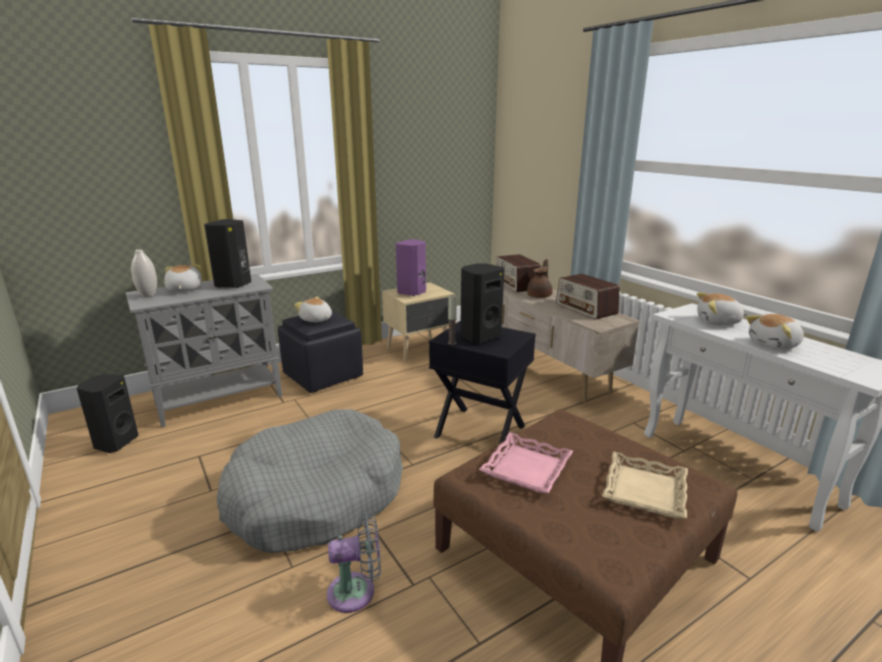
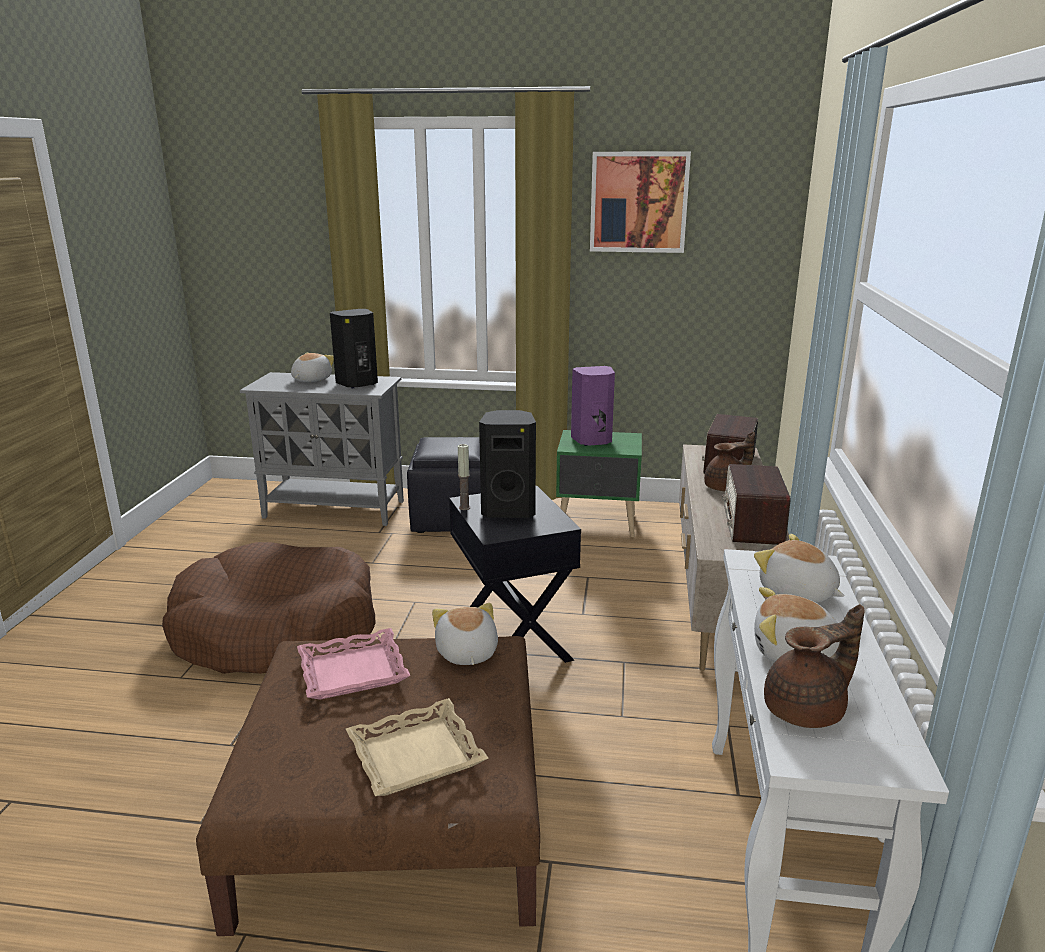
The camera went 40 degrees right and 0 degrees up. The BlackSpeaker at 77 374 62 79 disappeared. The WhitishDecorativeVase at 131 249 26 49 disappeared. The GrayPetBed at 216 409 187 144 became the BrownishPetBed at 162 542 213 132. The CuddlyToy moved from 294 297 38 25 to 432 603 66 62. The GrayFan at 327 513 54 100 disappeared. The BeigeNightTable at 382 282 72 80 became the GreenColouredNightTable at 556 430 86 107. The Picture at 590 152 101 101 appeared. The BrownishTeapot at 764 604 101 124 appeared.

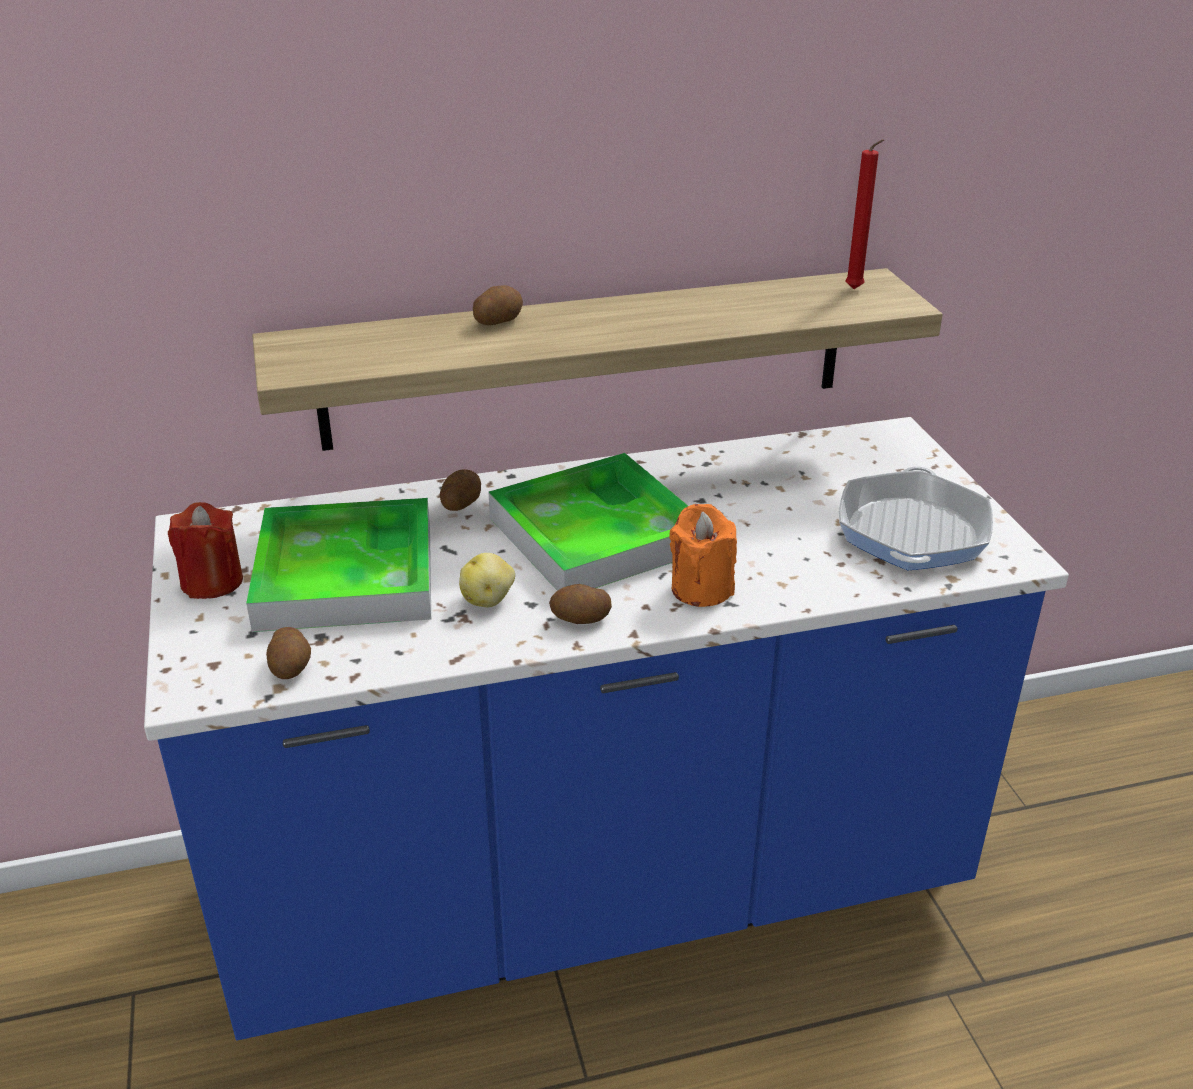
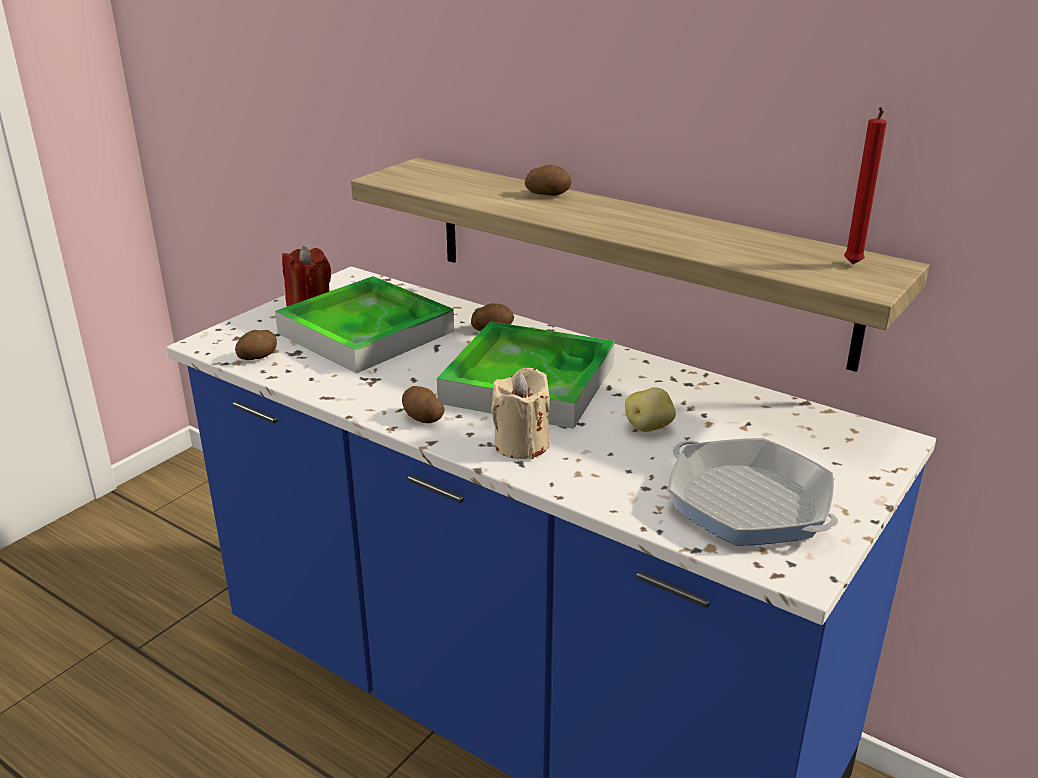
The camera went 50 degrees right and 5 degrees down. The WholePotato moved from 459 553 56 54 to 625 387 51 45. The OrangeWaxCandle at 669 504 68 103 became the BeigeWaxCandle at 491 368 59 91. The Pan at 839 467 154 103 turned 105 degrees counterclockwise.

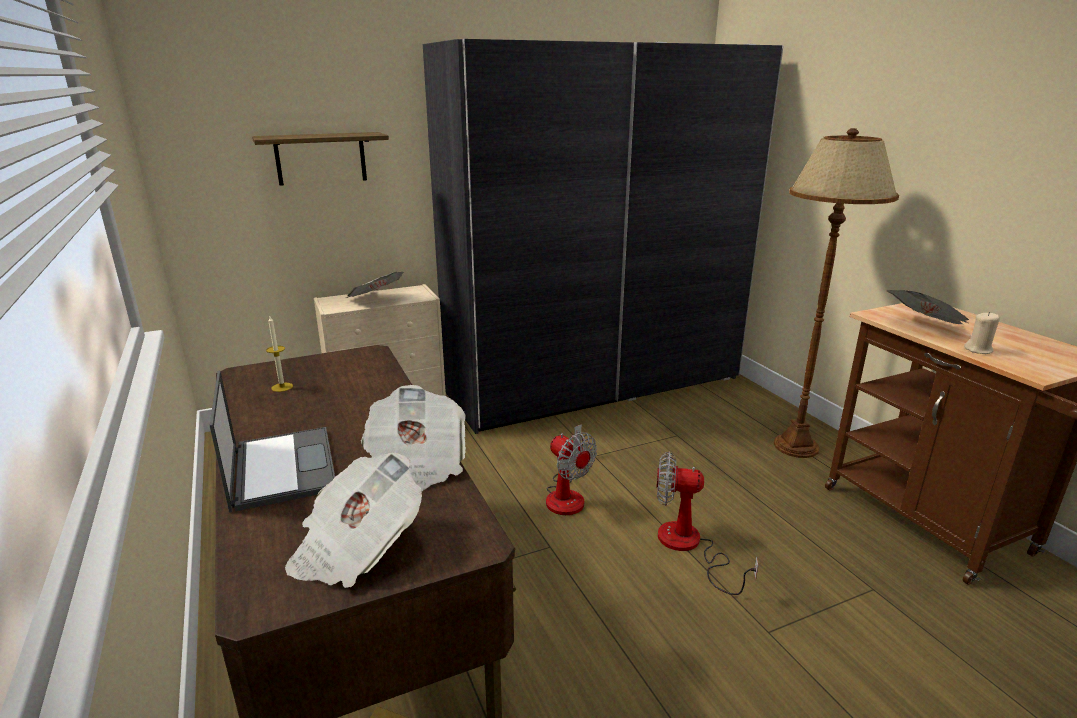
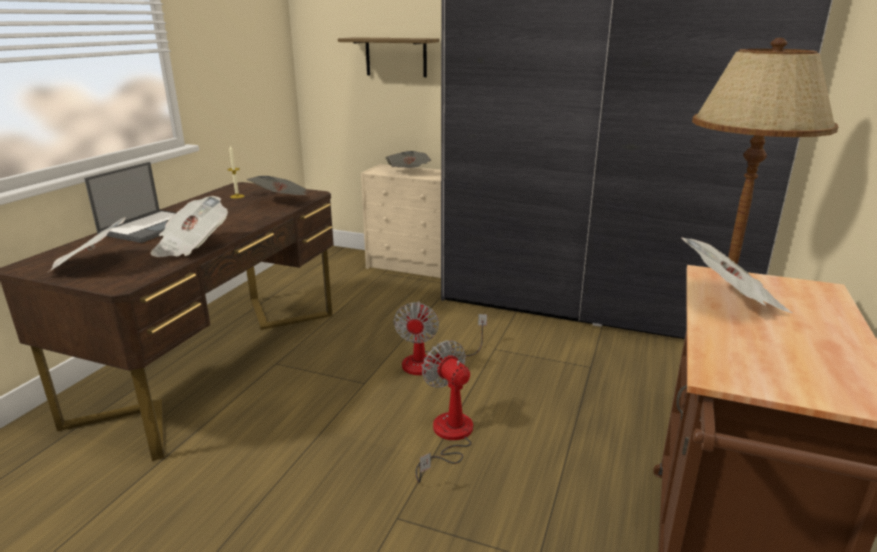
The camera went 45 degrees right and 0 degrees up. The BeigeWaxCandle at 964 312 36 42 disappeared. The PrintedPaper at 247 176 60 19 appeared.

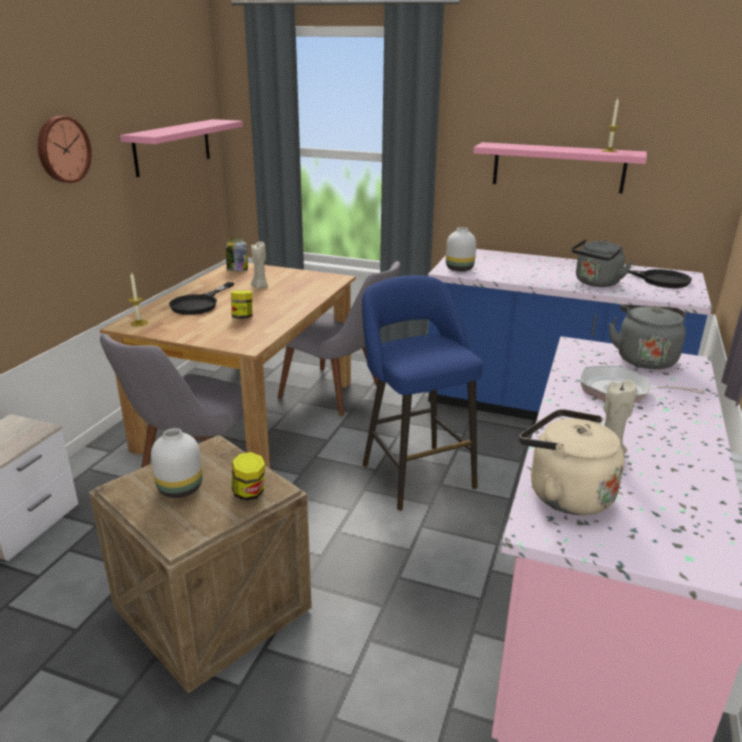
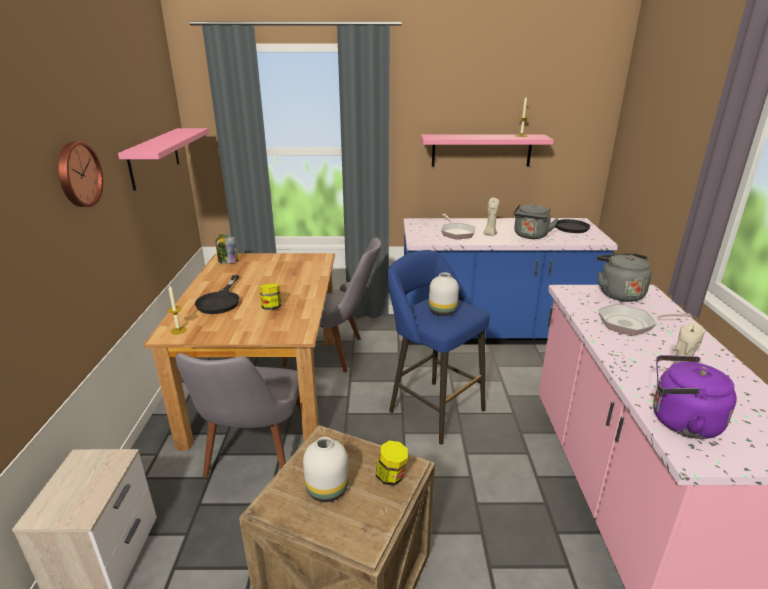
The camera went 20 degrees left and 0 degrees up. The BeigeWaxCandle moved from 251 241 17 48 to 484 198 15 38. The WhitishDecorativeVase moved from 446 227 30 45 to 429 272 30 44. The BeigeTeaKettle at 519 409 106 106 became the PurpleTeaKettle at 653 355 84 84. The Pan at 441 214 35 25 appeared.

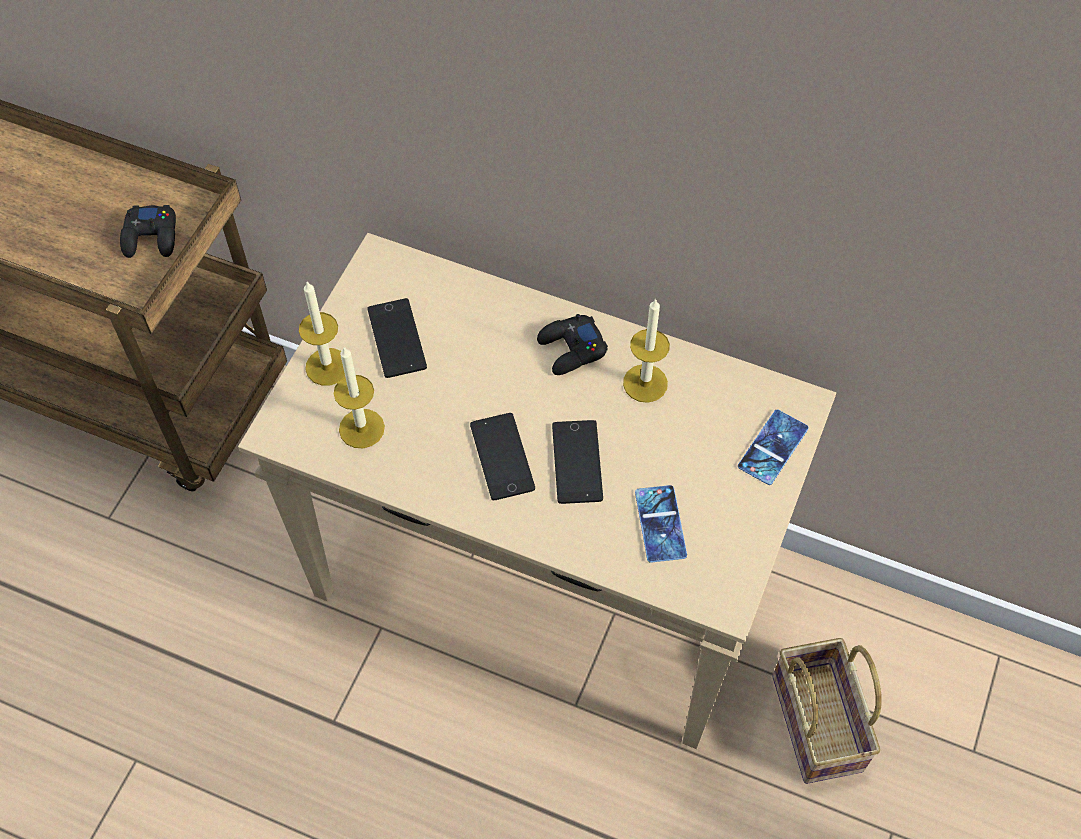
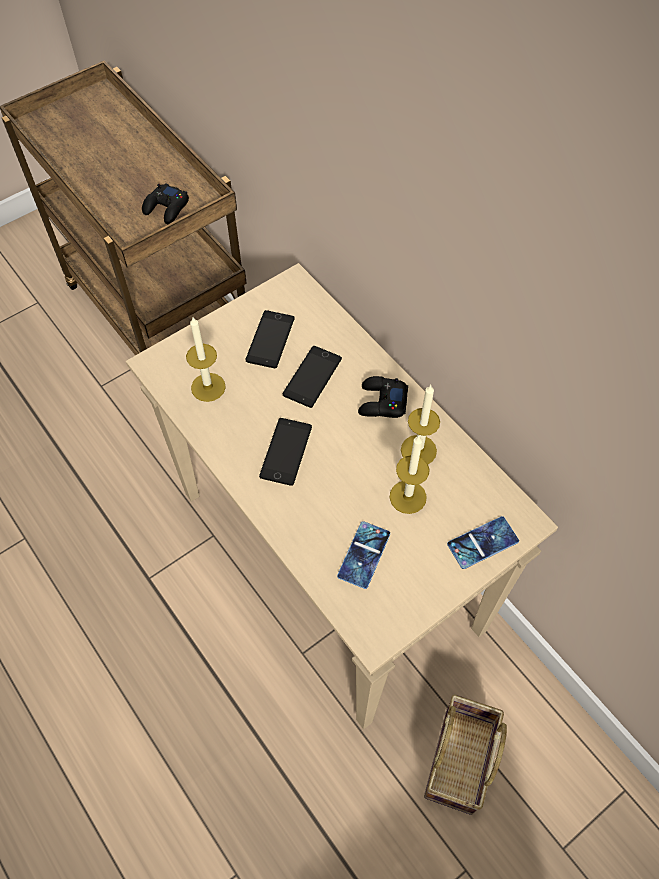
The camera went 30 degrees right and 0 degrees up. The WaxCandle moved from 299 281 46 105 to 390 436 40 78. The Handset moved from 552 420 51 84 to 283 346 59 62.

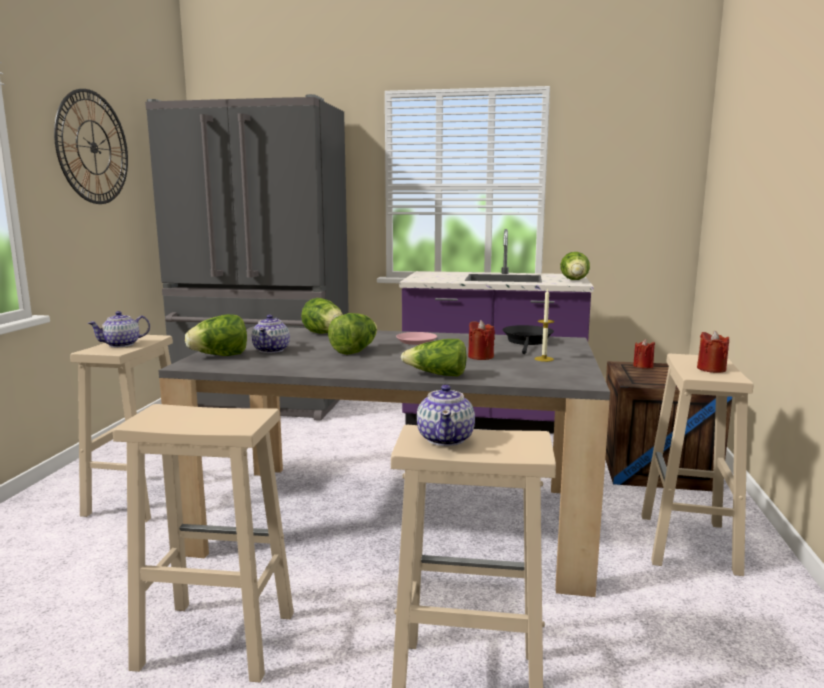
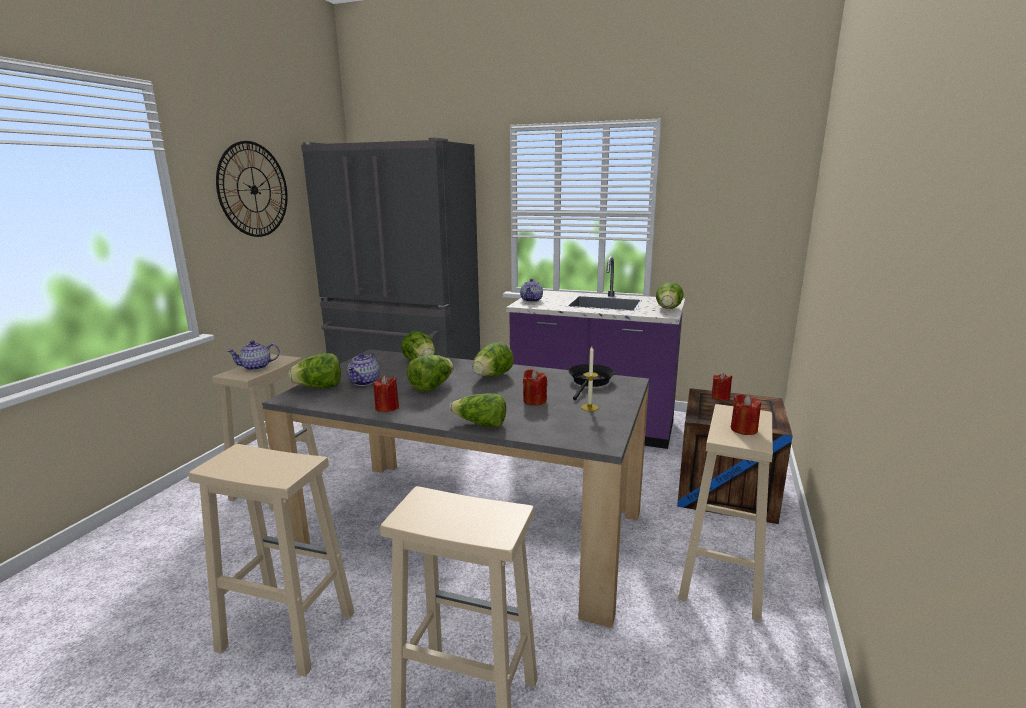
The camera went 10 degrees right and 5 degrees up. The PinkPlate at 396 332 41 13 was replaced by the HeadOfLettuce at 473 342 41 35. The Teapot moved from 417 385 58 61 to 520 278 23 24. The RedWaxCandle at 373 375 26 37 appeared.

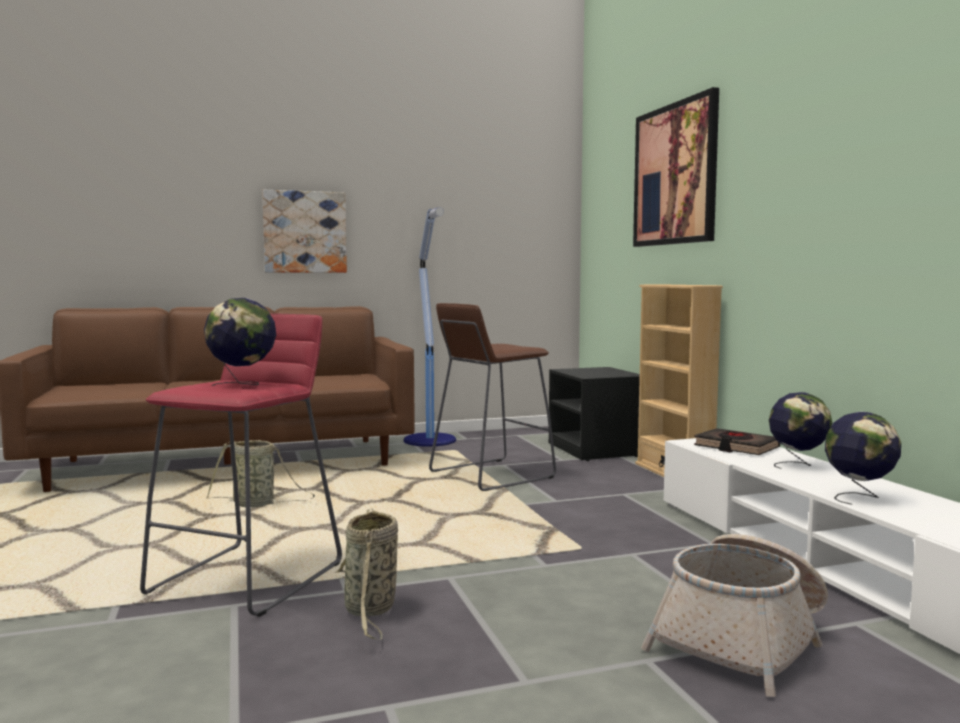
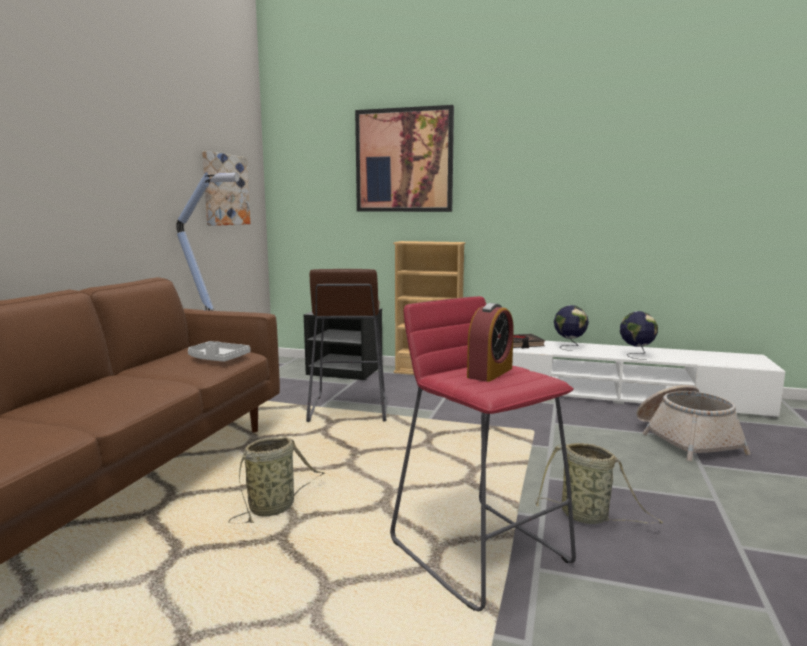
The camera went 55 degrees left and 5 degrees up. The DeskGlobe at 204 298 72 88 was replaced by the BedsideClock at 467 303 47 79. The Picture moved from 262 190 85 83 to 202 151 48 75. The GrayServingTray at 188 341 63 21 appeared.

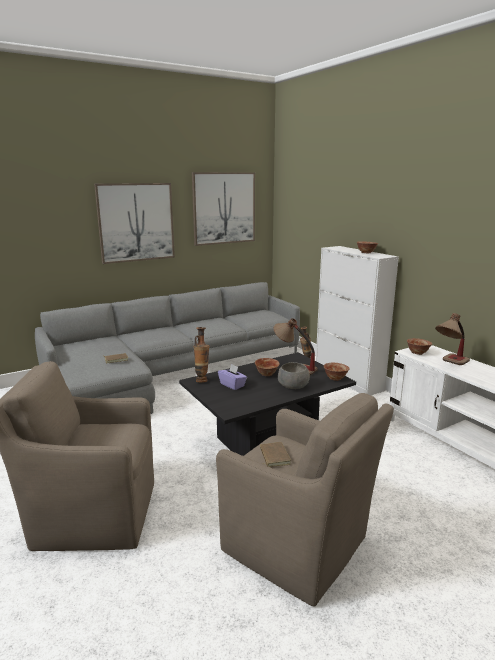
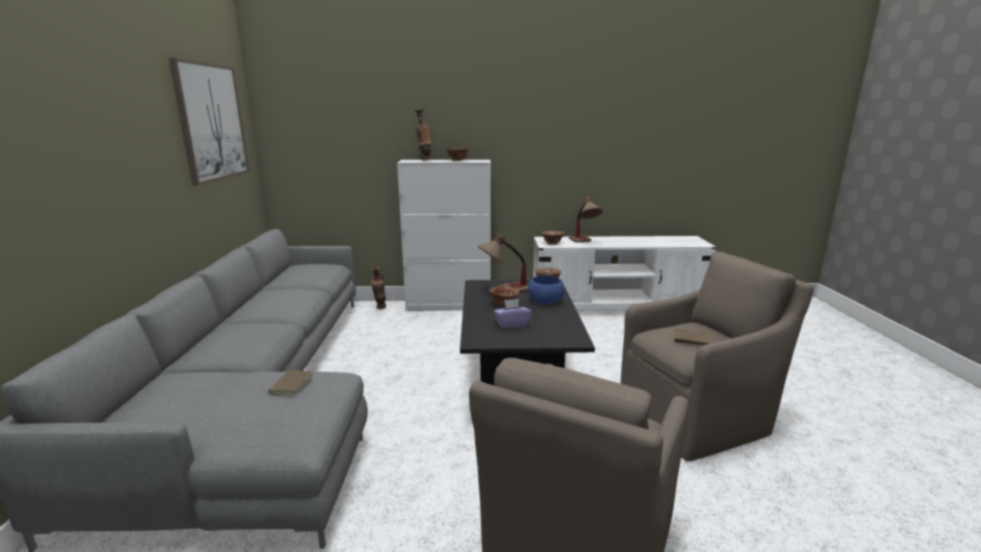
The camera went 60 degrees left and 0 degrees up. The Picture at 94 183 81 81 disappeared. The DecorativeVase moved from 193 327 16 55 to 415 110 18 51. The GrayServingBowl at 278 362 32 27 became the BlueColouredServingBowl at 528 275 37 29.

